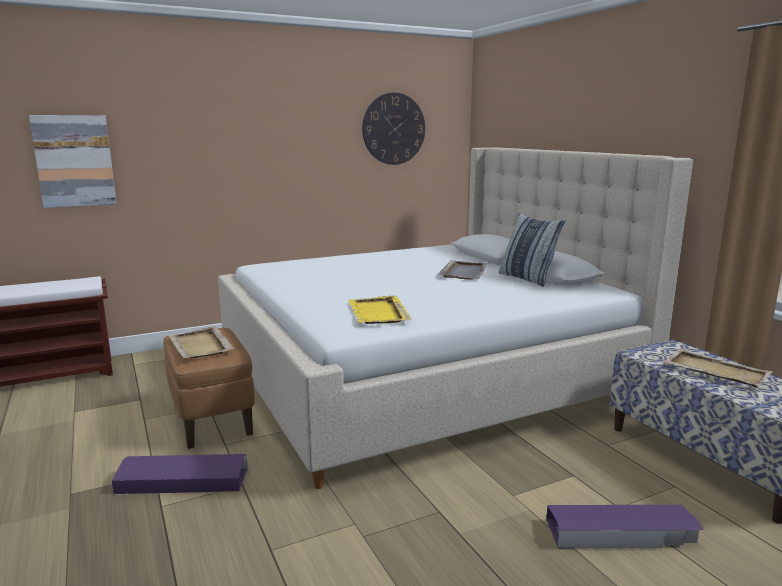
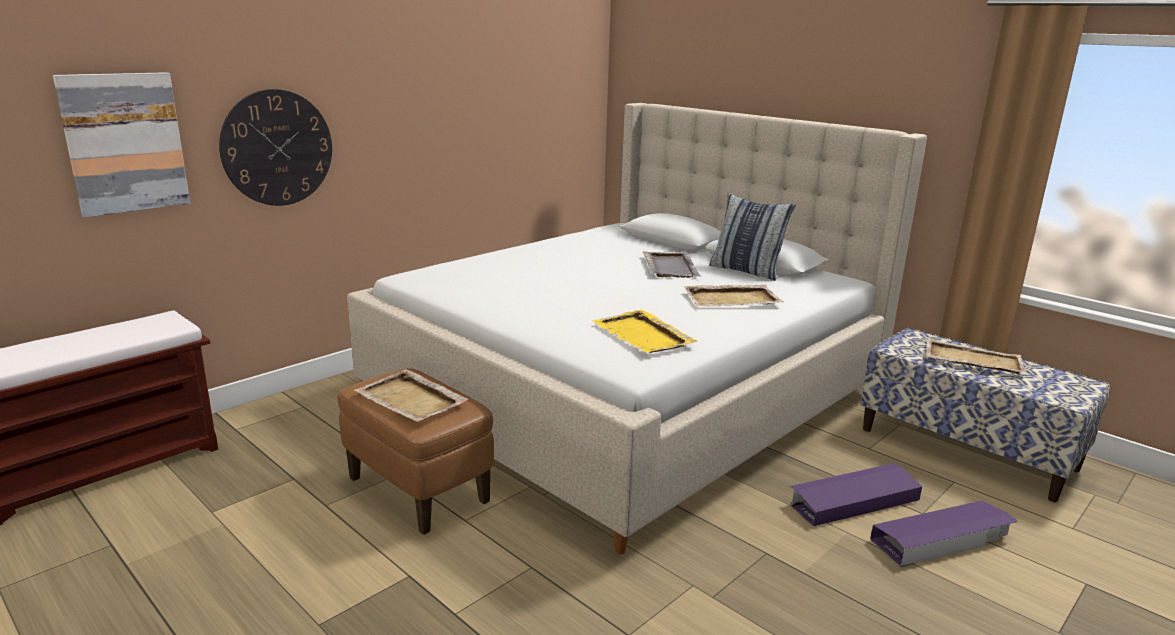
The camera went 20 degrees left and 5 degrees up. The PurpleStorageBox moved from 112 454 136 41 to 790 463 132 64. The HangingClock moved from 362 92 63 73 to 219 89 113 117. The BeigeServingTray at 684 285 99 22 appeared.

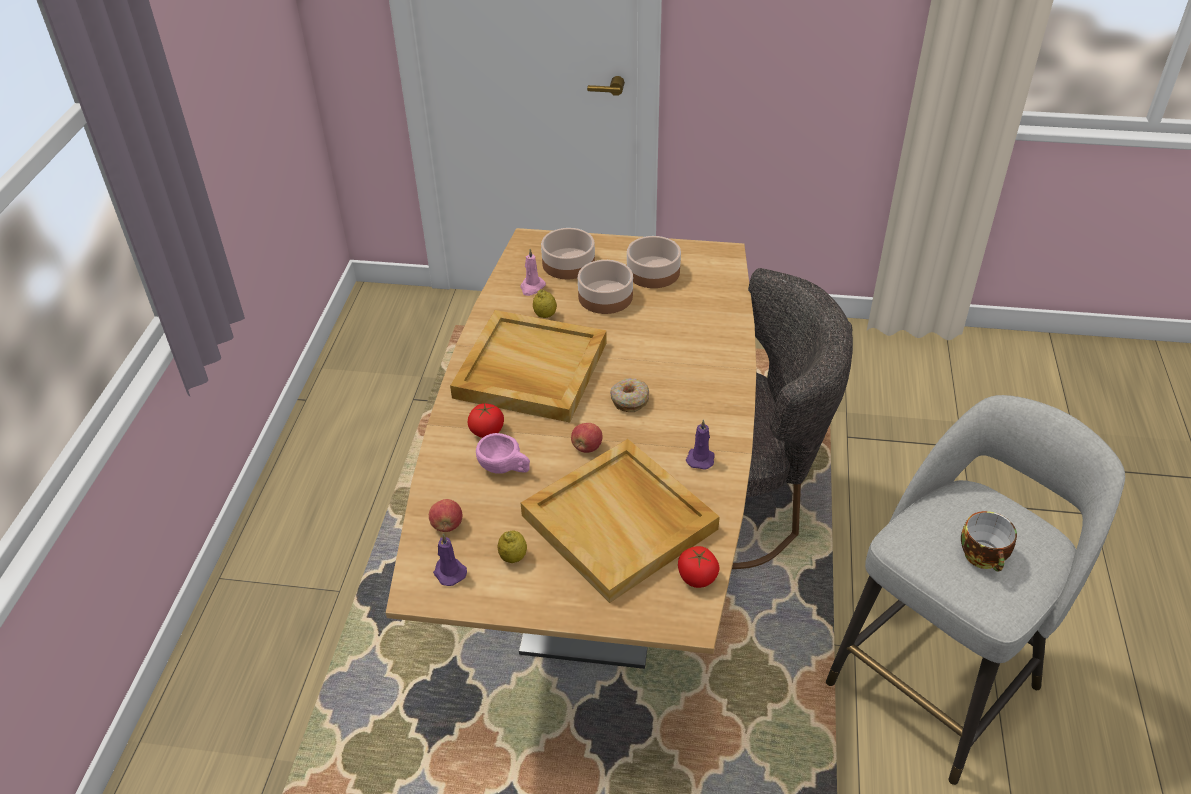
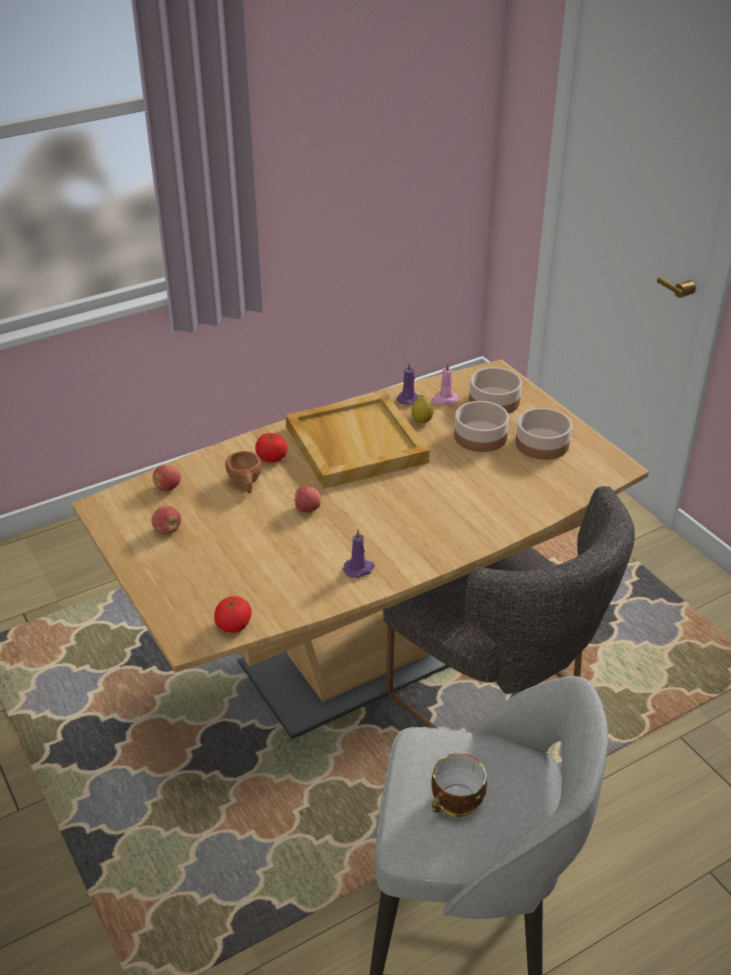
The camera went 50 degrees right and 5 degrees down. The PurpleWaxCandle moved from 433 534 34 52 to 397 362 22 43. The PinkCup at 476 433 54 41 became the BrownishCup at 225 451 37 42. The CitrusFruit at 497 531 30 32 was replaced by the AppleFruit at 151 506 30 28. The BeigeServingTray at 521 439 199 164 disappeared. The Donut at 610 378 39 34 disappeared.

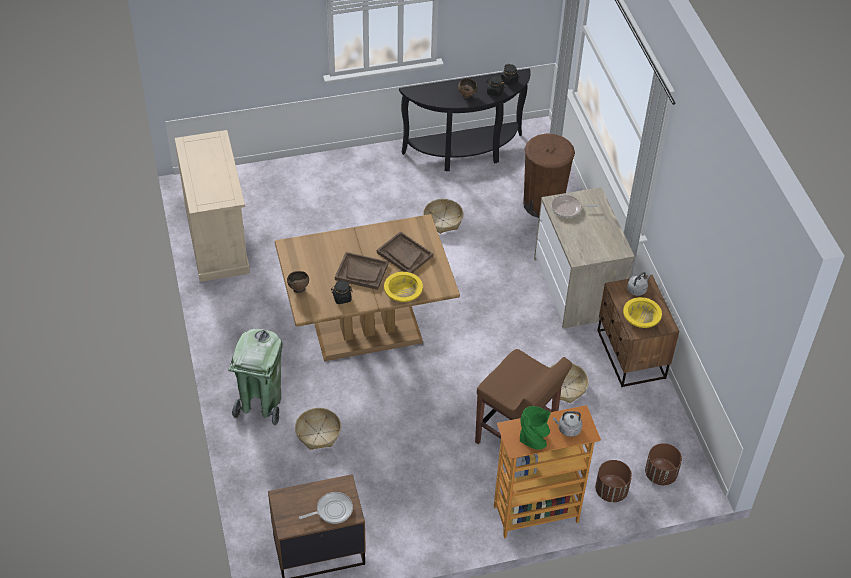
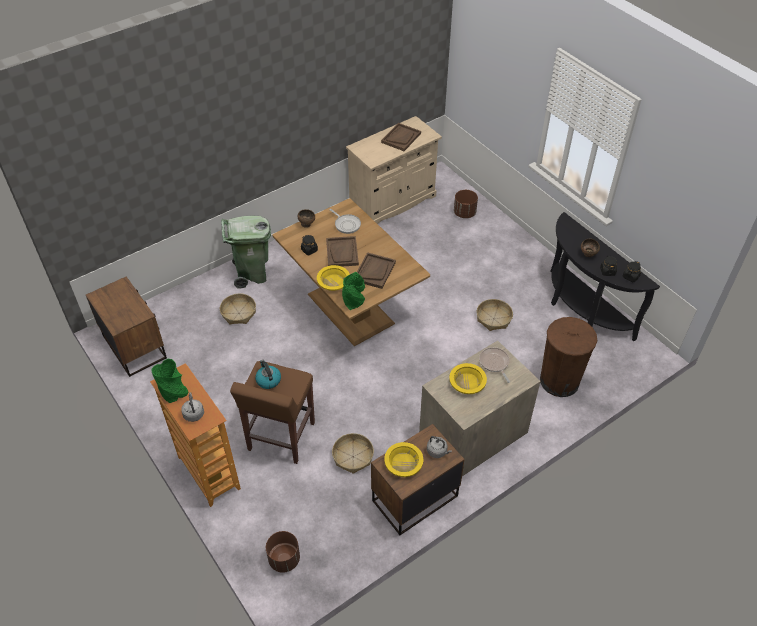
The camera went 70 degrees right and 0 degrees up. The Pan moved from 299 492 54 32 to 330 209 31 25. The BrownishPlanter moved from 595 460 37 42 to 454 190 24 28. The TeaKettle at 255 360 26 29 appeared. The GreenColouredDecorativeVase at 342 272 23 38 appeared. The BrownishServingTray at 381 123 40 28 appeared. The YellowServingBowl at 449 363 38 31 appeared.

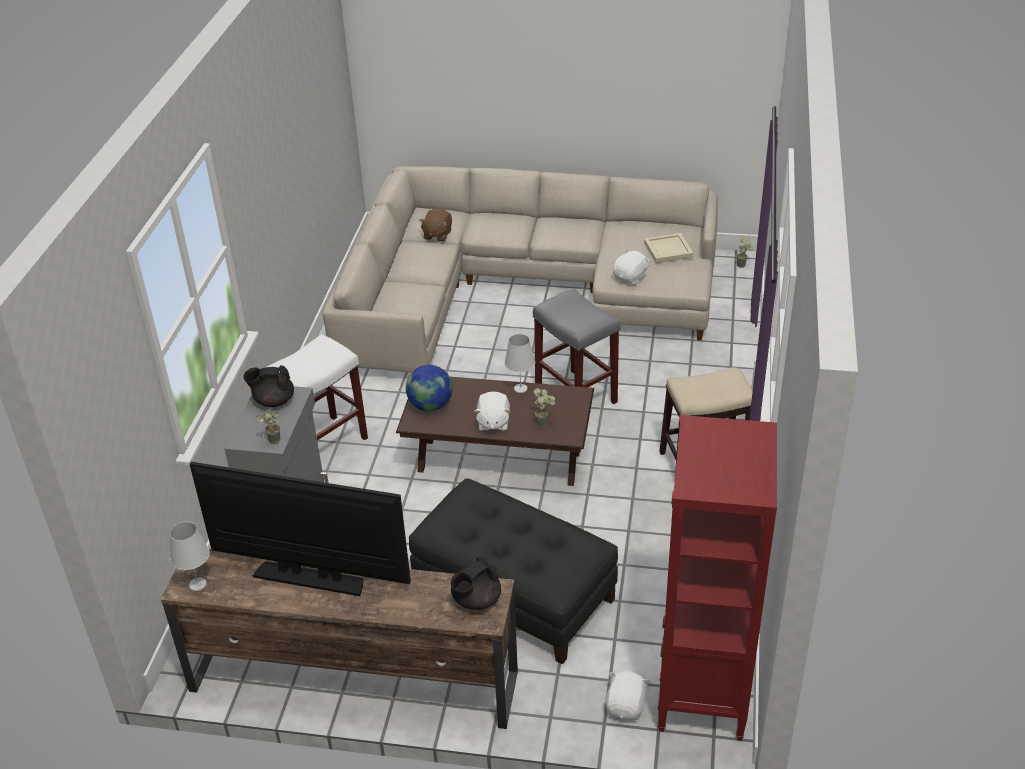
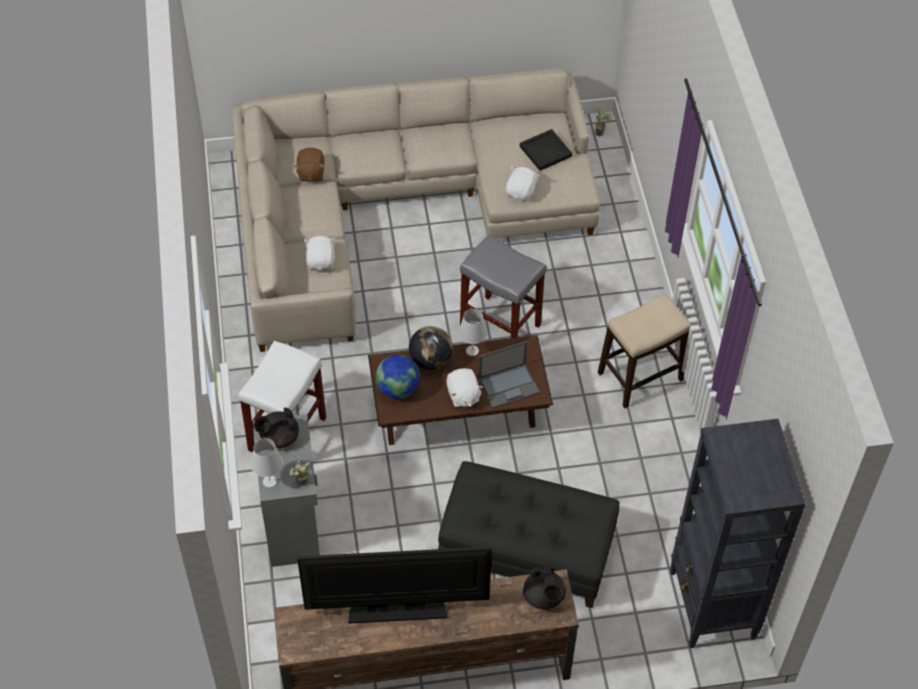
The camera went 20 degrees left and 15 degrees up. The WhitishTabletopLamp moved from 170 522 40 69 to 251 438 32 50. The BlackTeapot at 451 557 50 53 turned 45 degrees counterclockwise. The Houseplant at 534 388 21 39 was replaced by the Laptop at 478 341 62 67. The WhitishCuddlyToy moved from 605 671 45 49 to 304 235 31 35. The BeigeServingTray at 644 233 49 30 became the BlackServingTray at 520 129 52 42. The RedBookshelf at 658 415 119 326 became the BlackBookshelf at 670 419 136 229. The DeskGlobe at 409 326 44 44 appeared.

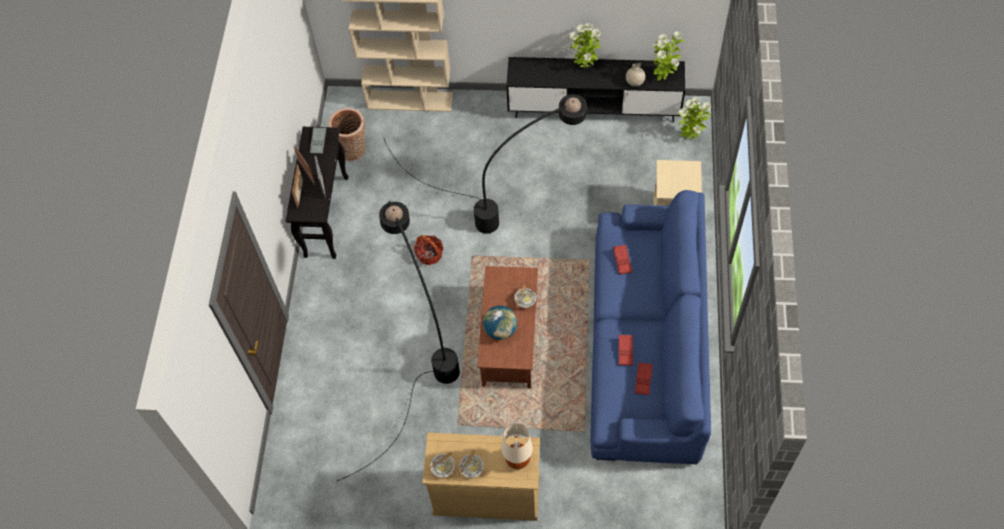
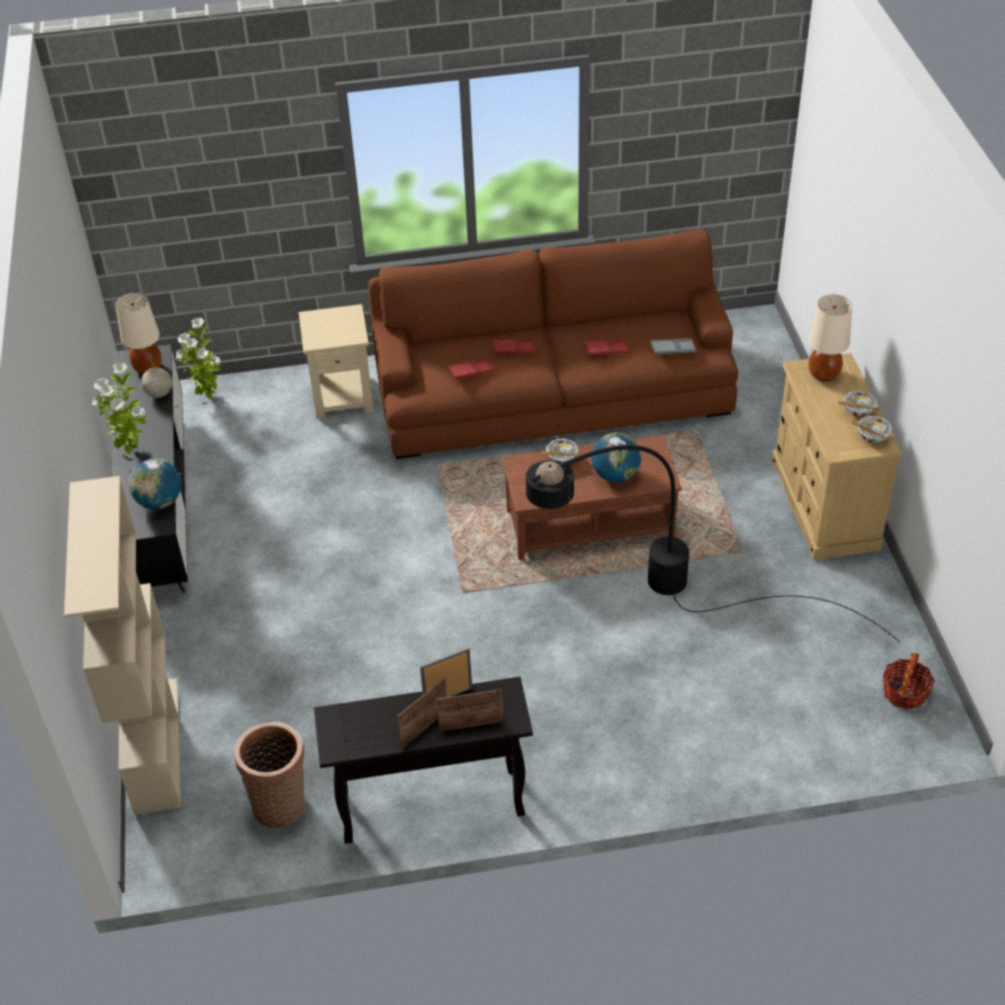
The camera went 105 degrees left and 15 degrees down. The GrayServingTray moved from 310 127 16 27 to 651 339 45 16. The BlackFloorLamp at 383 94 204 140 disappeared. The HouseholdBasket moved from 414 235 29 30 to 883 653 52 57. The BlueColouredCouch at 590 190 121 274 became the BrownishCouch at 368 229 370 230. The RedServingTray moved from 635 362 18 33 to 493 339 43 15. The Houseplant at 653 31 32 50 was replaced by the BeigeTabletopLamp at 116 293 46 81. The DeskGlobe at 129 458 52 52 appeared.

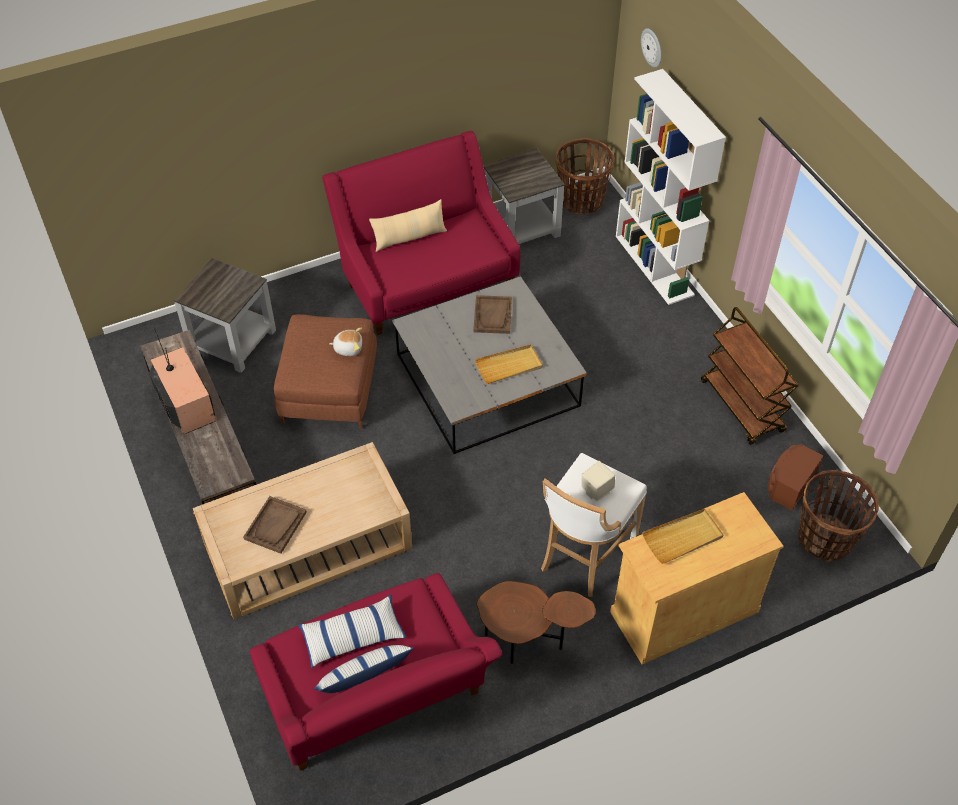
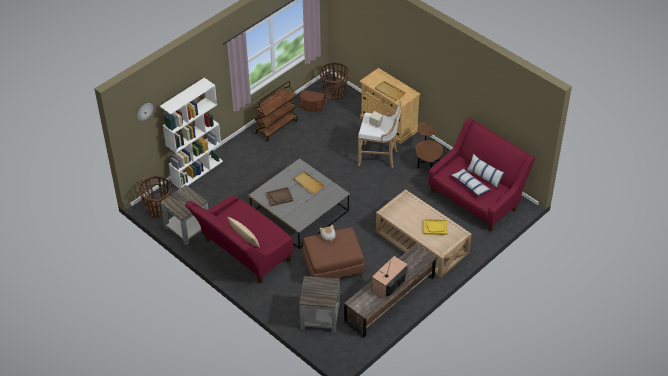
The camera went 110 degrees left and 5 degrees down. The BrownishServingTray at 243 496 64 58 became the YellowServingTray at 423 219 25 16.

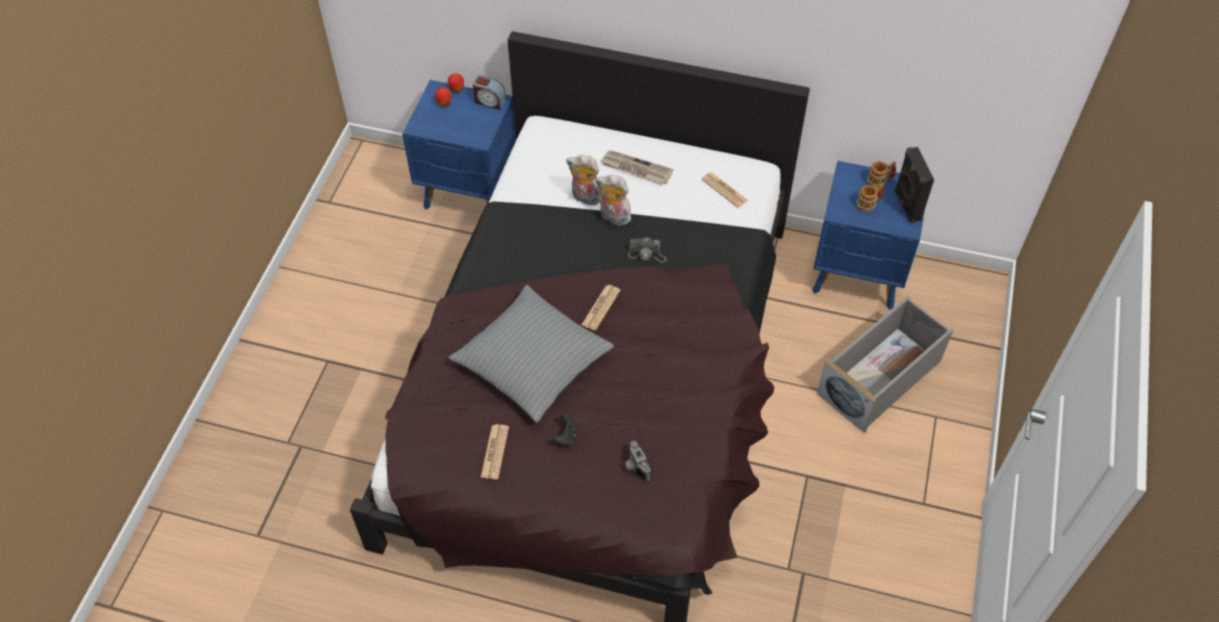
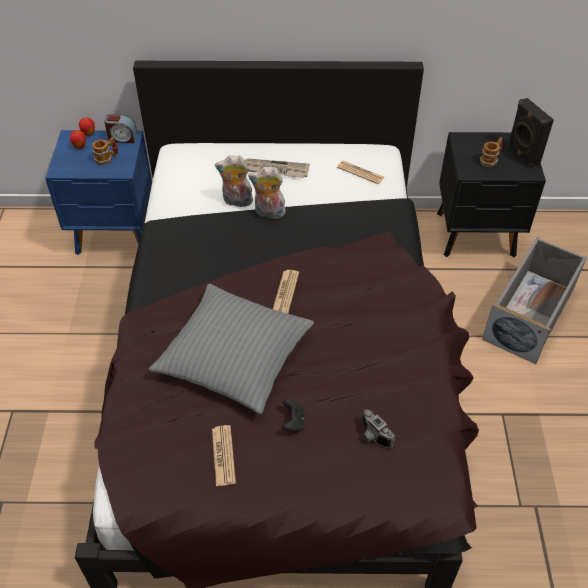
The camera went 15 degrees left and 5 degrees down. The StillCamera at 629 237 37 26 disappeared. The BlueColouredNightTable at 812 161 113 149 became the BlackNightTable at 437 132 109 125. The Mug moved from 867 161 29 26 to 92 137 26 28.

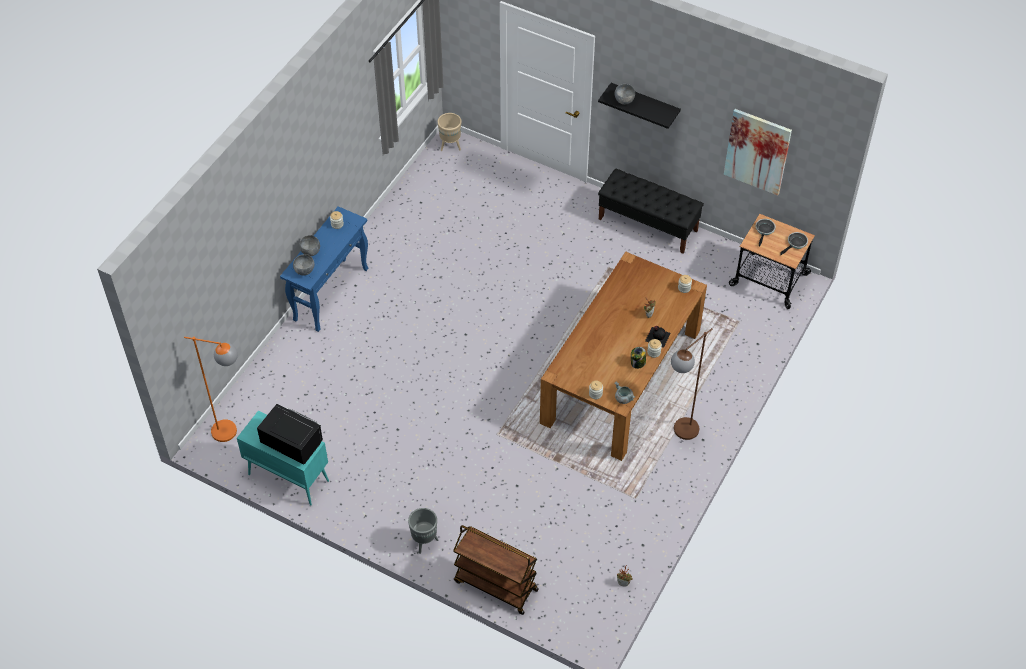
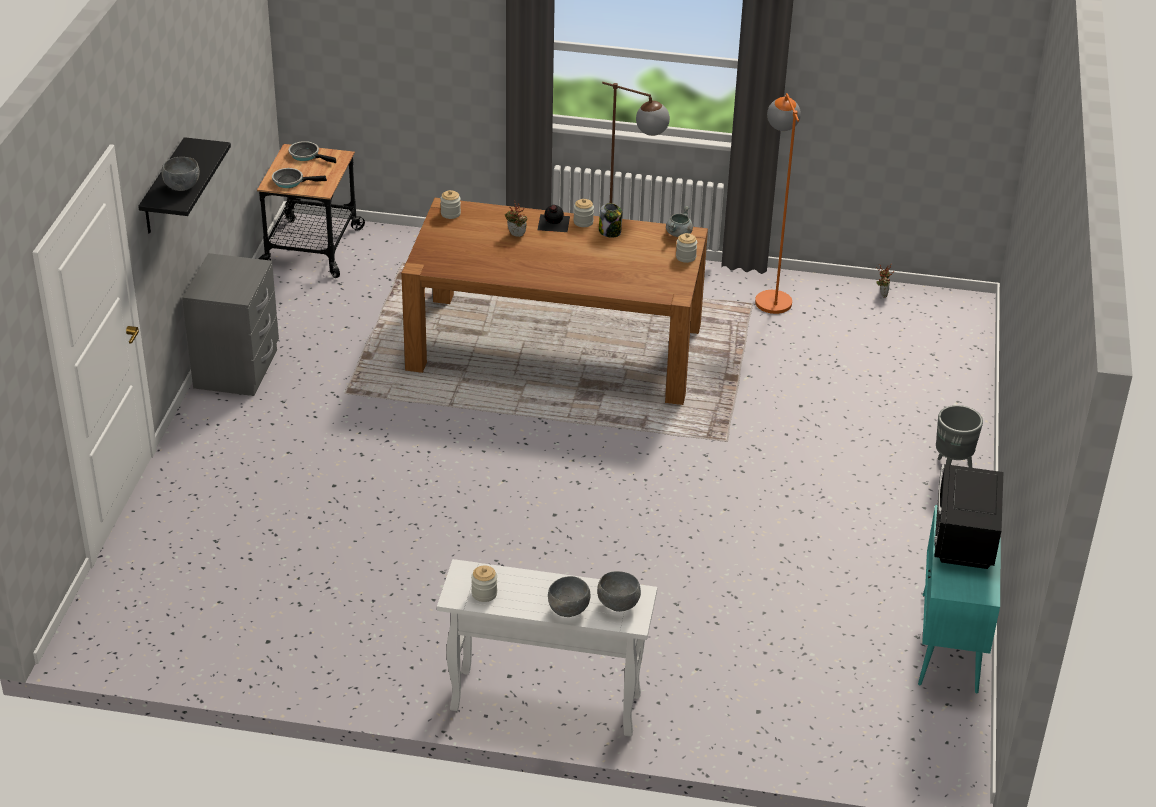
The camera went 110 degrees left and 15 degrees down. The OrangeFloorLamp moved from 184 337 54 105 to 755 93 46 221. The BlueColouredHallTable at 280 206 88 126 became the WhitishHallTable at 437 559 220 178. The BeigePlanter at 438 113 23 38 disappeared. The BrownishTrolley at 453 525 86 90 disappeared. The BlackBench at 598 168 106 86 was replaced by the GrayNightTable at 182 253 97 143. The Picture at 724 109 68 86 disappeared.

